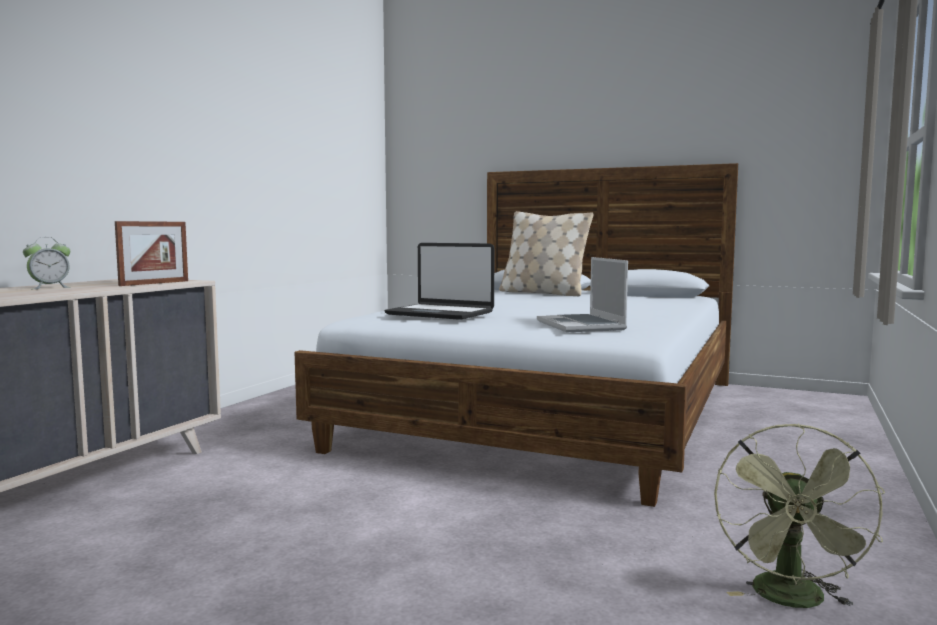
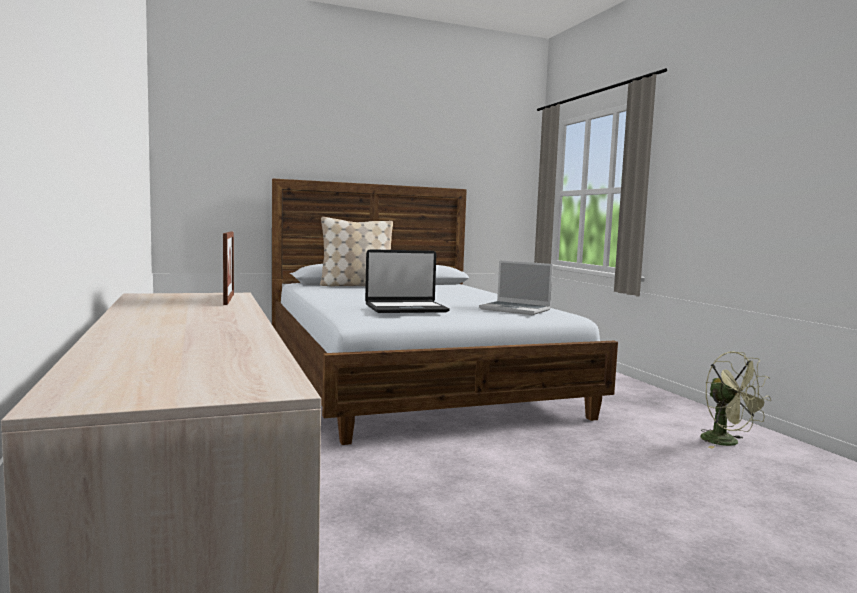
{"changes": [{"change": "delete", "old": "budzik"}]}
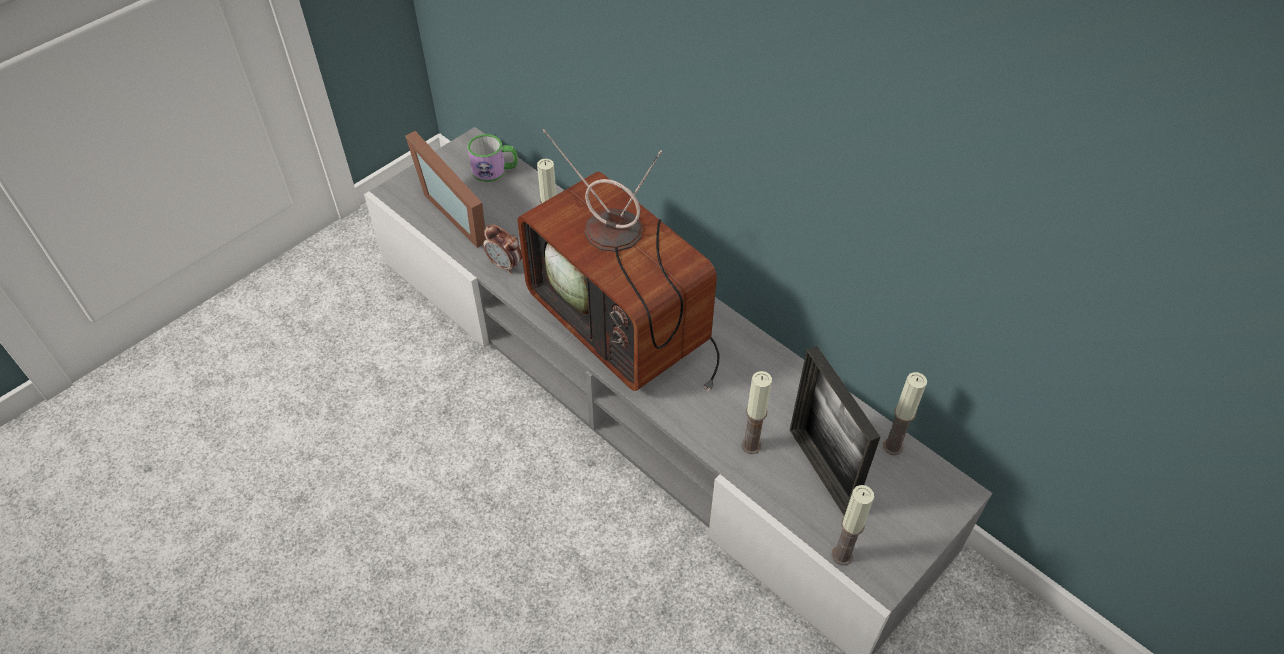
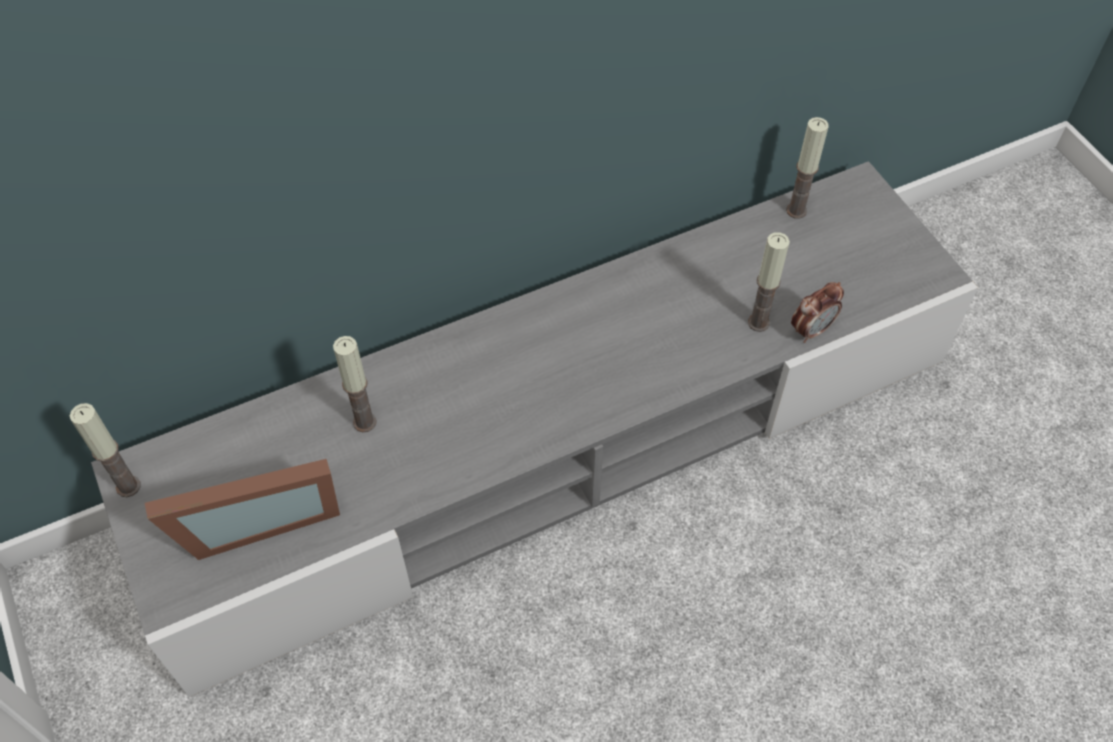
{"changes": [{"change": "move", "old": "świeca (3rd from left in the first image)", "new": "świeca (1st from left)"}, {"change": "move", "old": "budzik"}, {"change": "delete", "old": "kubek"}, {"change": "delete", "old": "telewizor"}, {"change": "delete", "old": "ramka na zdjęcie (2nd from left)"}]}
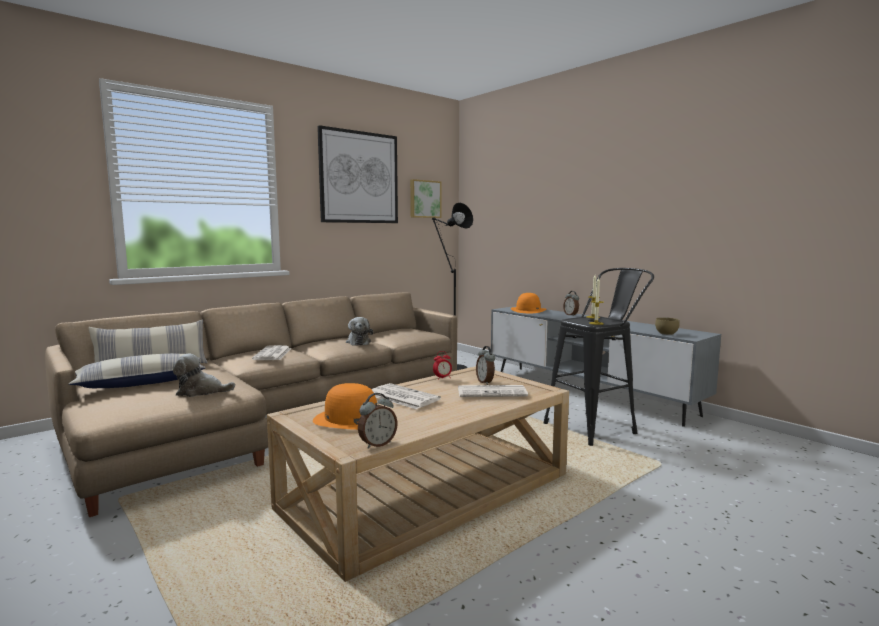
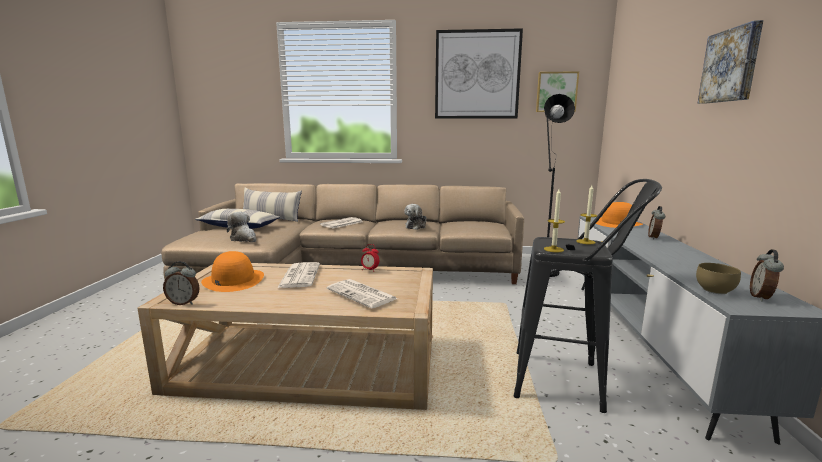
{"changes": [{"change": "insert", "new": "obraz (3rd from left)"}, {"change": "move", "old": "budzik (3rd from left in the first image)", "new": "budzik (4th from left)"}]}
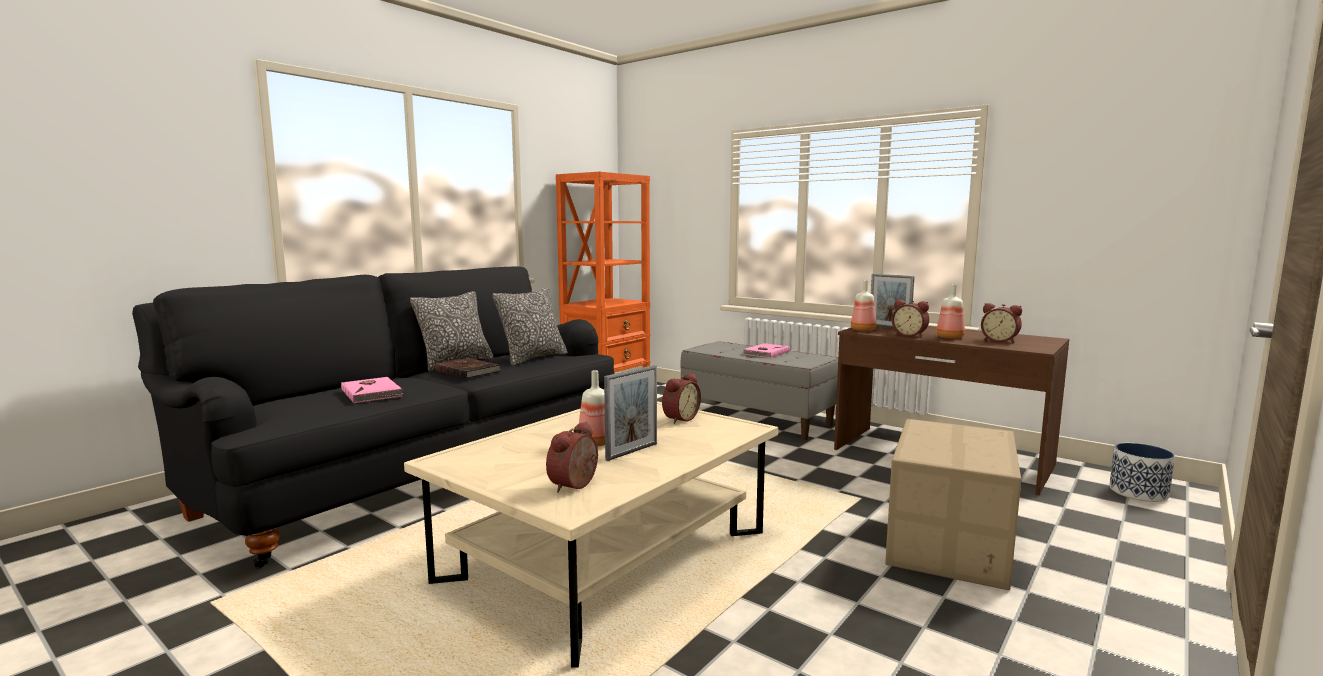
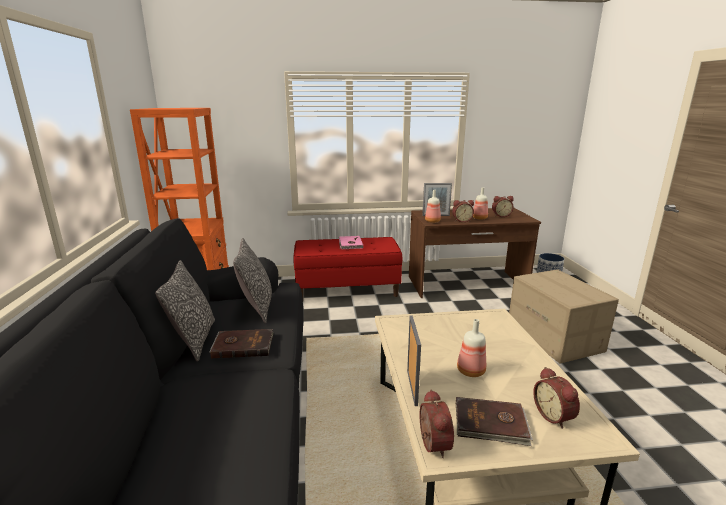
{"changes": [{"change": "recolor", "old": "ławka [szary]", "new": "ławka [czerwony]"}, {"change": "move", "old": "ramka na zdjęcie (1st from left)"}, {"change": "move", "old": "budzik (2nd from left in the first image)", "new": "budzik (1st from left)"}, {"change": "insert", "new": "książka [brązowy] (2nd from left)"}, {"change": "delete", "old": "książka [różowy] (1st from left)"}]}
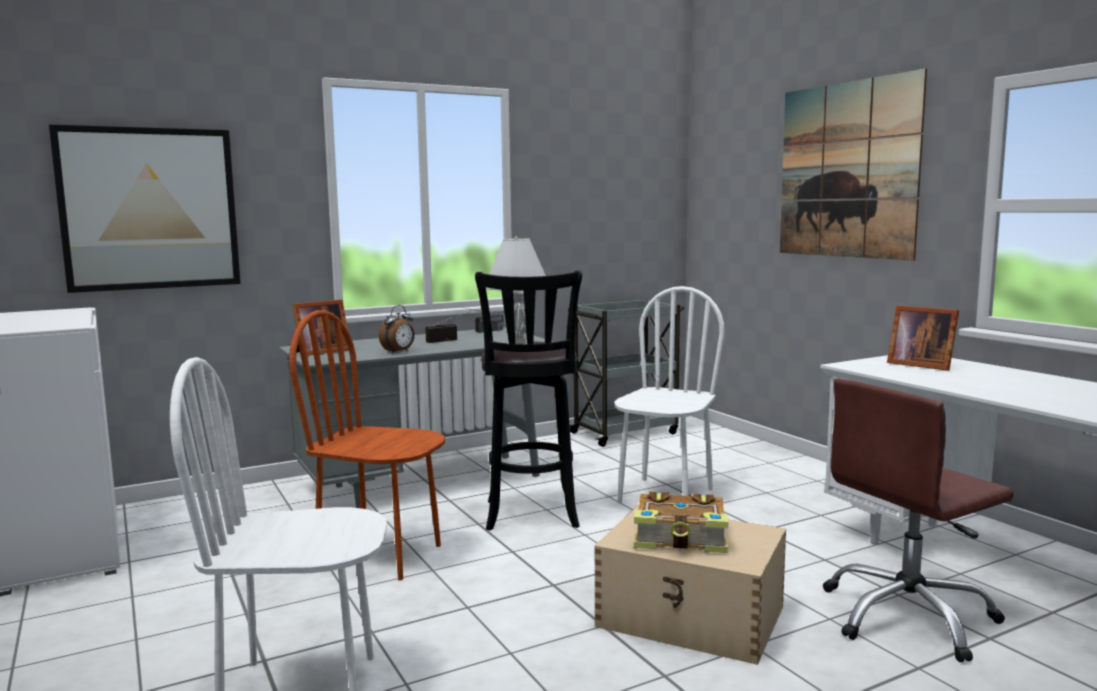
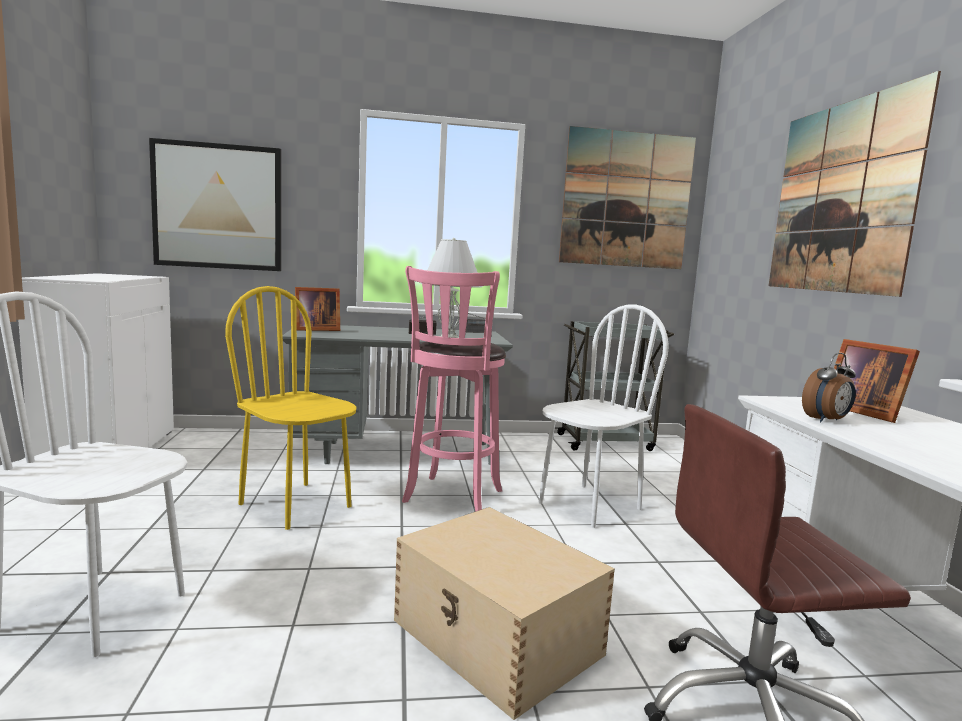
{"changes": [{"change": "recolor", "old": "krzesło [brązowy]", "new": "krzesło [żółty]"}, {"change": "recolor", "old": "stołek [czarny]", "new": "stołek [różowy]"}, {"change": "insert", "new": "obraz (2nd from left)"}, {"change": "move", "old": "budzik"}, {"change": "delete", "old": "książka"}]}
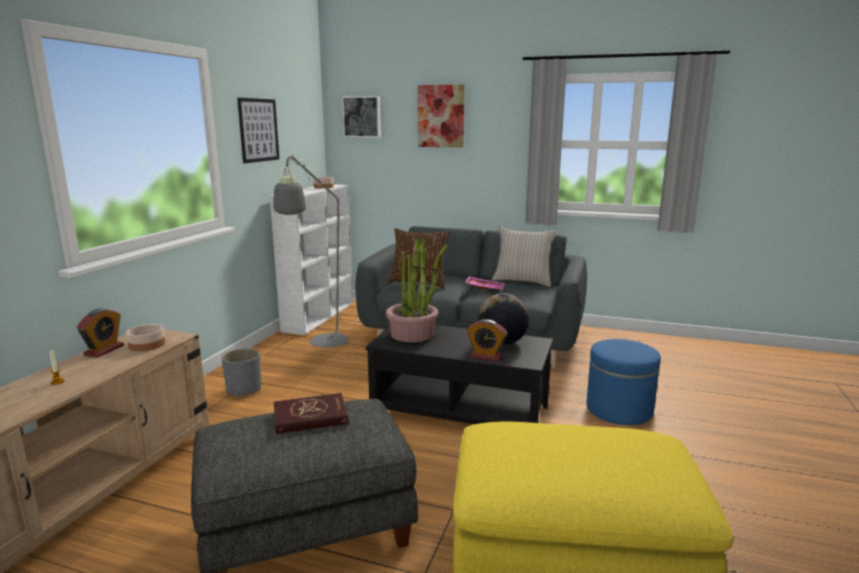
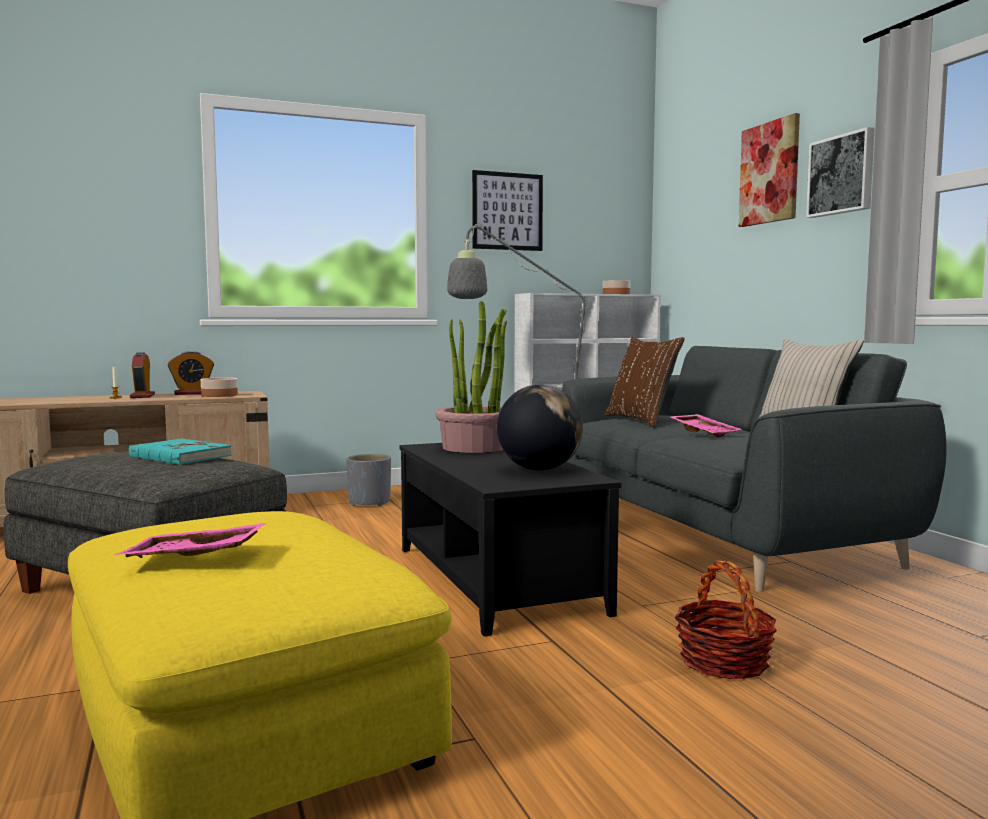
{"changes": [{"change": "insert", "new": "taca [różowy] (1st from left)"}, {"change": "recolor", "old": "książka [czerwony]", "new": "książka [turkusowy]"}, {"change": "move", "old": "budzik (2nd from left in the first image)", "new": "budzik (1st from left)"}, {"change": "replace", "old": "pufa [niebieski]", "new": "koszyk"}, {"change": "move", "old": "obraz (2nd from left in the first image)", "new": "obraz (3rd from left)"}]}
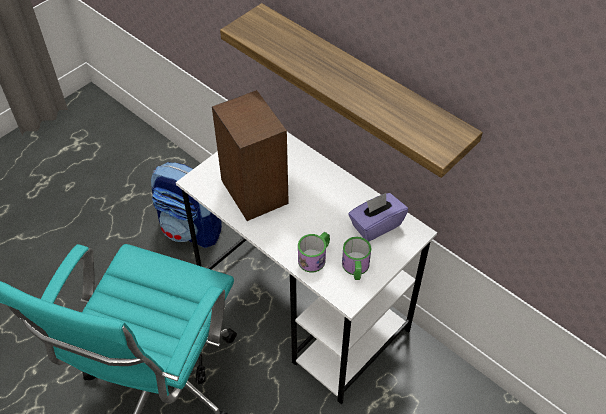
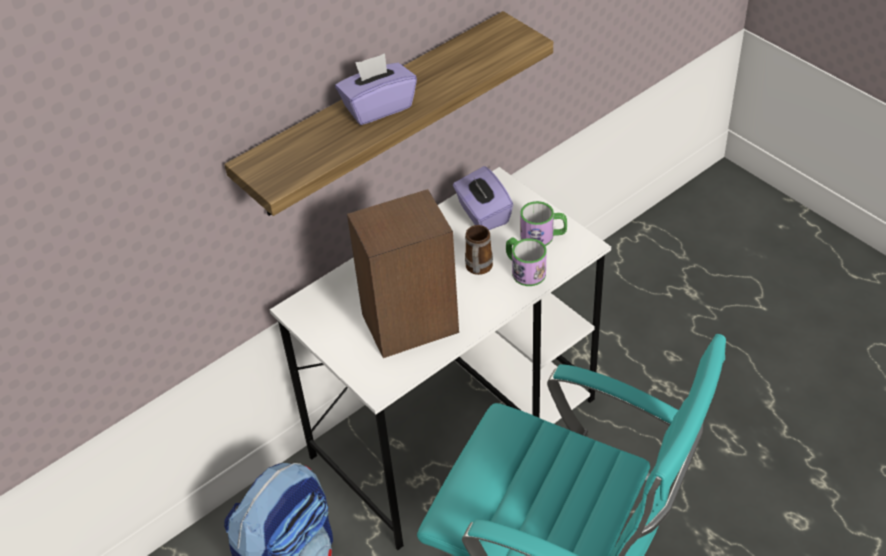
{"changes": [{"change": "insert", "new": "pudełko chusteczek [fioletowy] (1st from left)"}, {"change": "insert", "new": "kubek (1st from left)"}]}
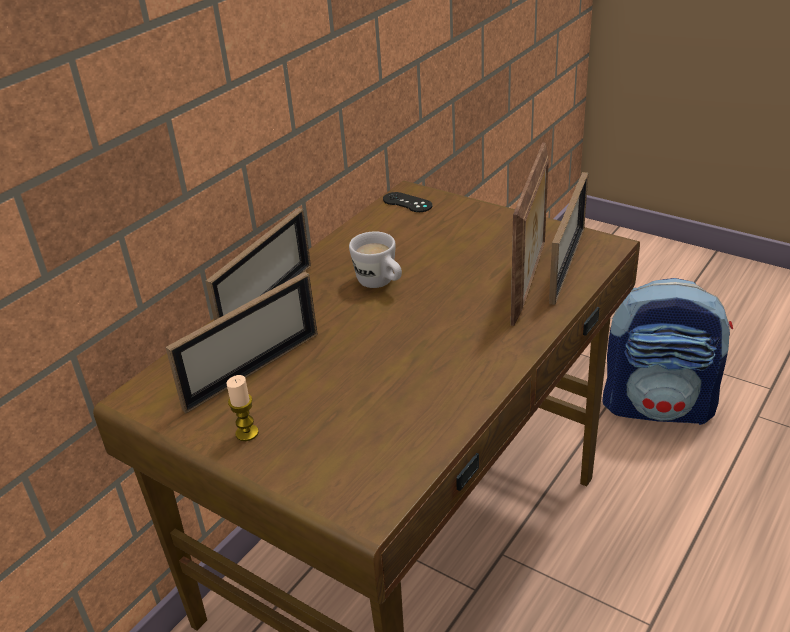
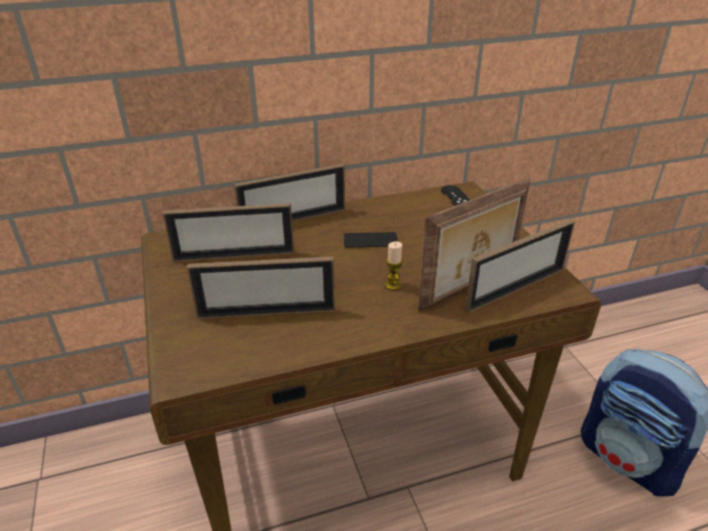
{"changes": [{"change": "insert", "new": "ramka na zdjęcie (2nd from left)"}, {"change": "replace", "old": "kubek [biały]", "new": "telefon"}, {"change": "move", "old": "świeca"}]}
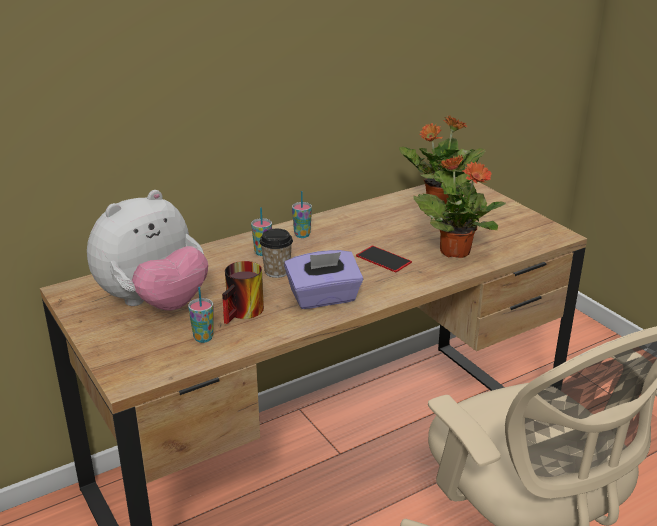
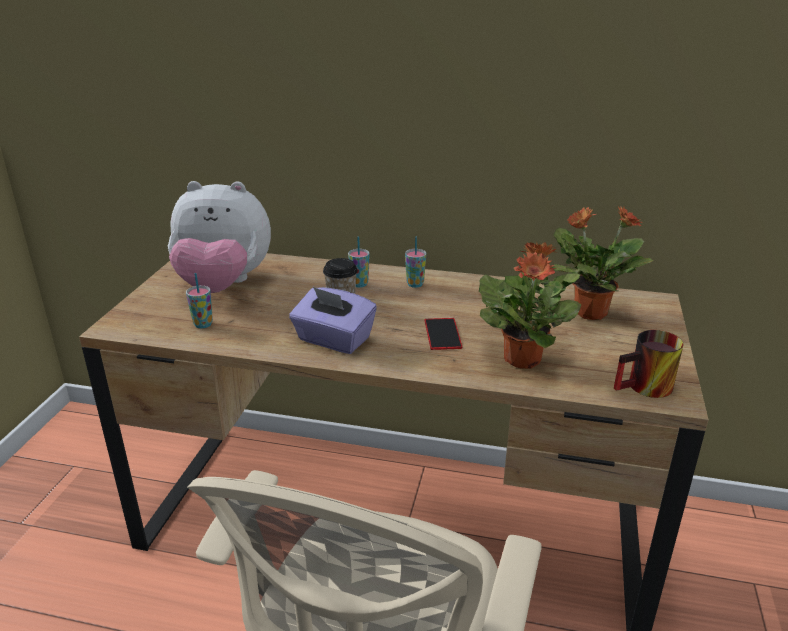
{"changes": [{"change": "move", "old": "kubek"}]}
